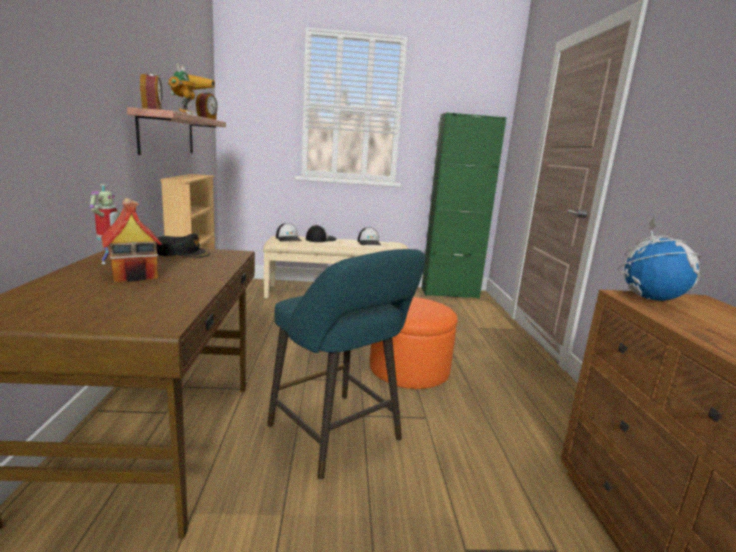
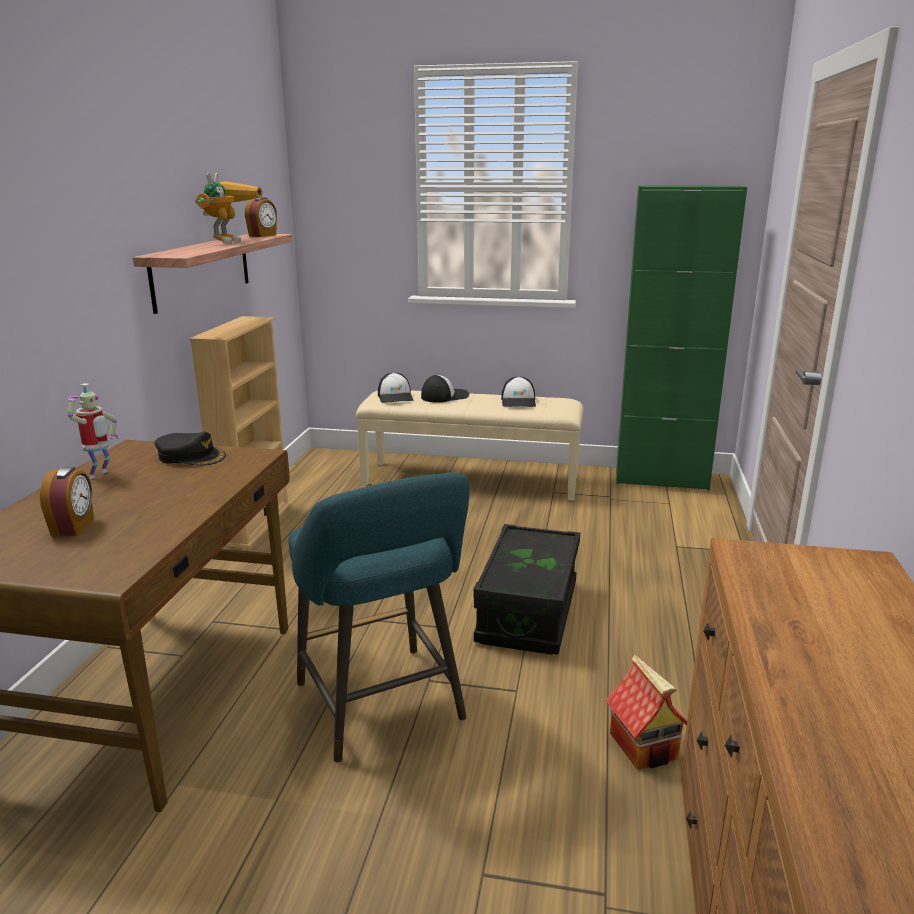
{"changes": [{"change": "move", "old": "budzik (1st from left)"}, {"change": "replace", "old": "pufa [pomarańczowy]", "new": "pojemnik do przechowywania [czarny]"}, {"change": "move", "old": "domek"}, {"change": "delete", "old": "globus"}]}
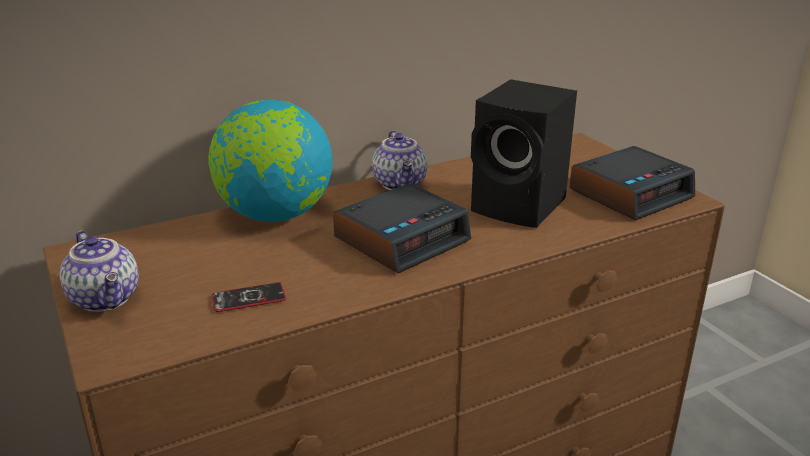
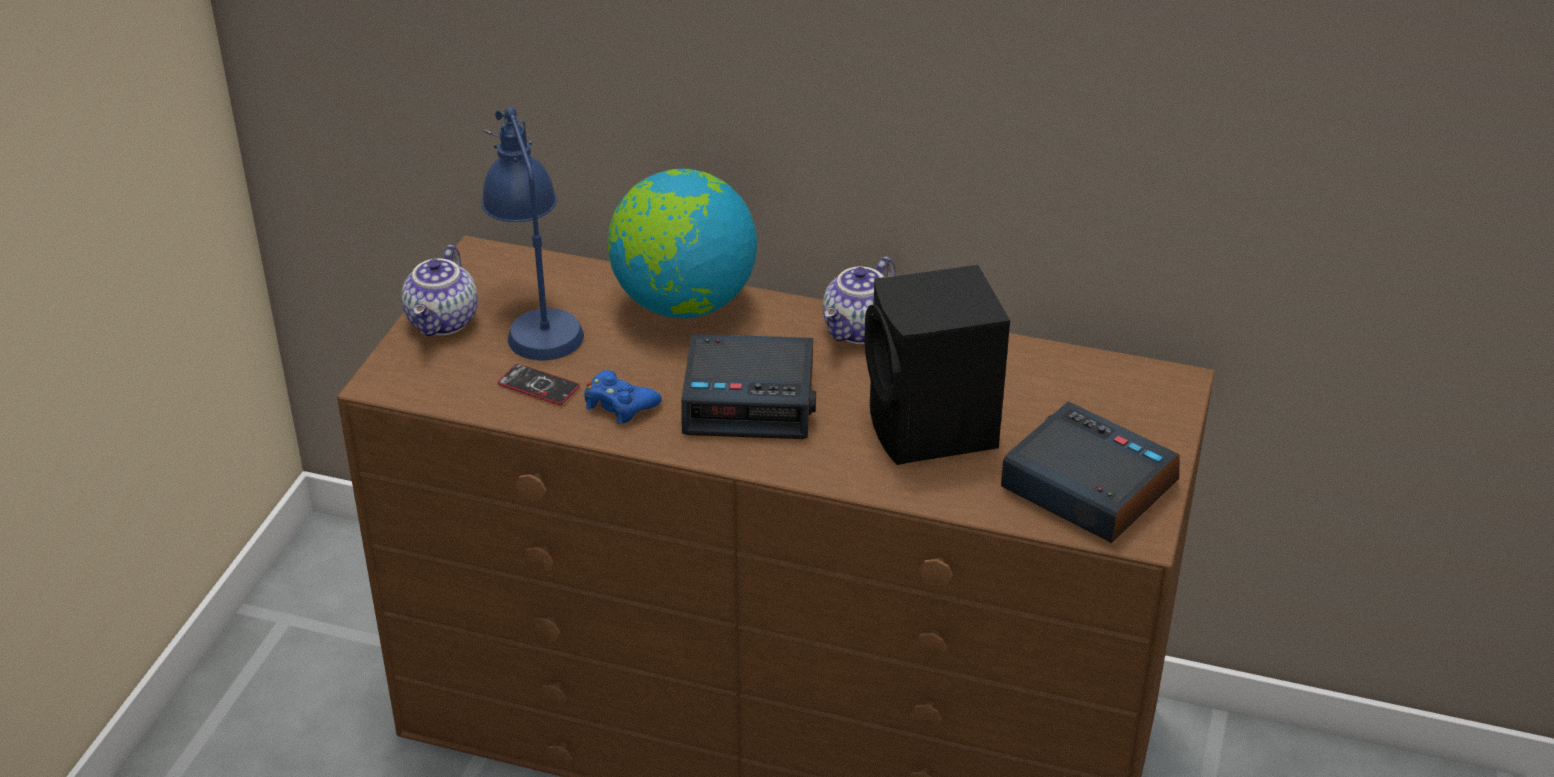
{"changes": [{"change": "insert", "new": "lampa stołowa [niebieski]"}, {"change": "insert", "new": "pad do gier [niebieski]"}, {"change": "rotate", "old": "budzik (2nd from left)", "degrees": -150}]}
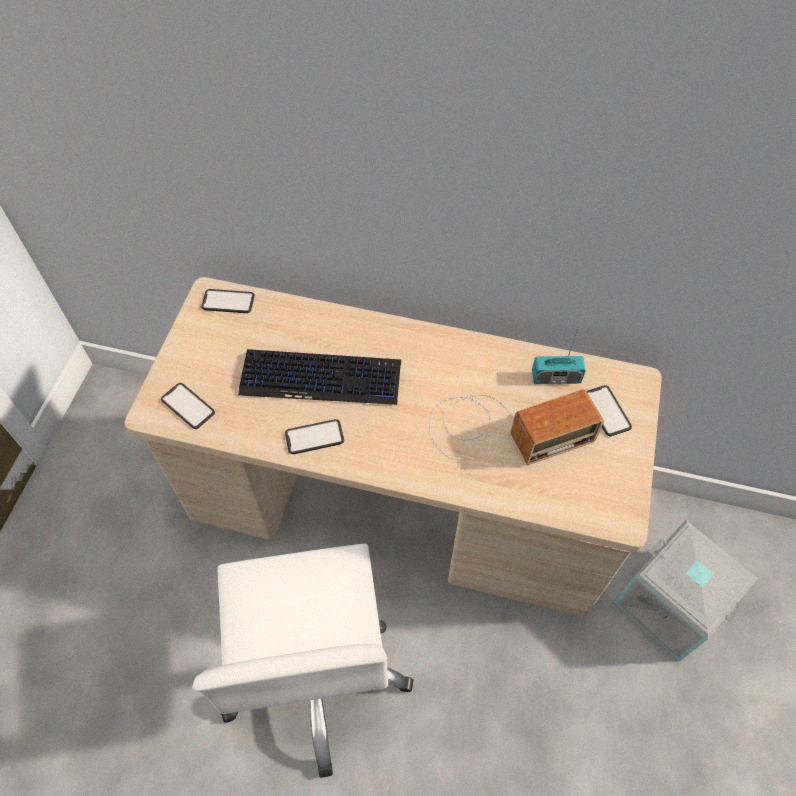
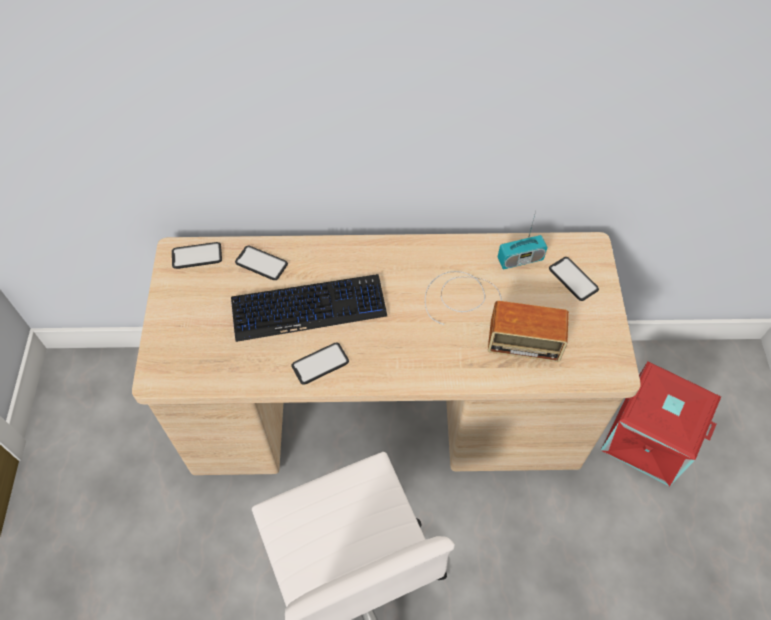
{"changes": [{"change": "move", "old": "telefon (1st from left in the first image)", "new": "telefon (2nd from left)"}, {"change": "rotate", "old": "radio (1st from left)", "degrees": 45}, {"change": "recolor", "old": "pojemnik do przechowywania [szary]", "new": "pojemnik do przechowywania [czerwony]"}]}
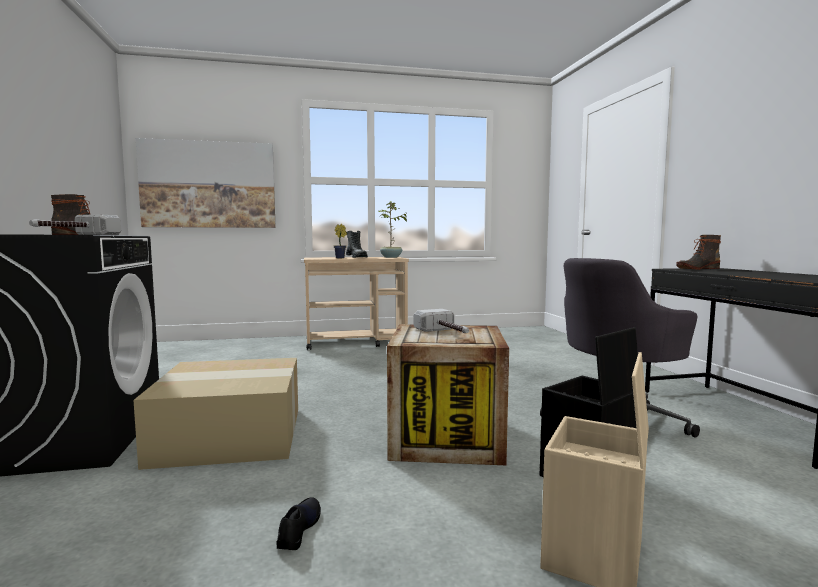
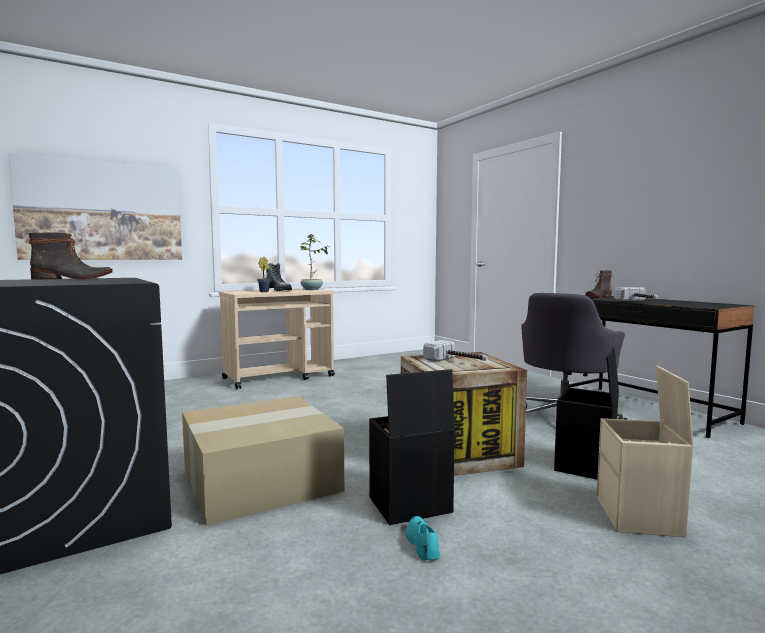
{"changes": [{"change": "insert", "new": "pojemnik do przechowywania [czarny] (1st from left)"}, {"change": "recolor", "old": "but [czarny]", "new": "but [turkusowy]"}, {"change": "move", "old": "młotek (1st from left in the first image)", "new": "młotek (2nd from left)"}]}
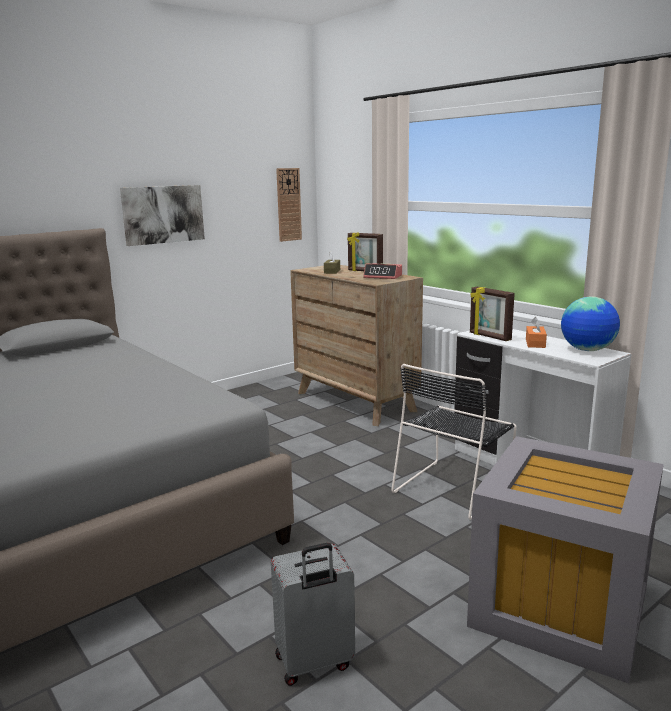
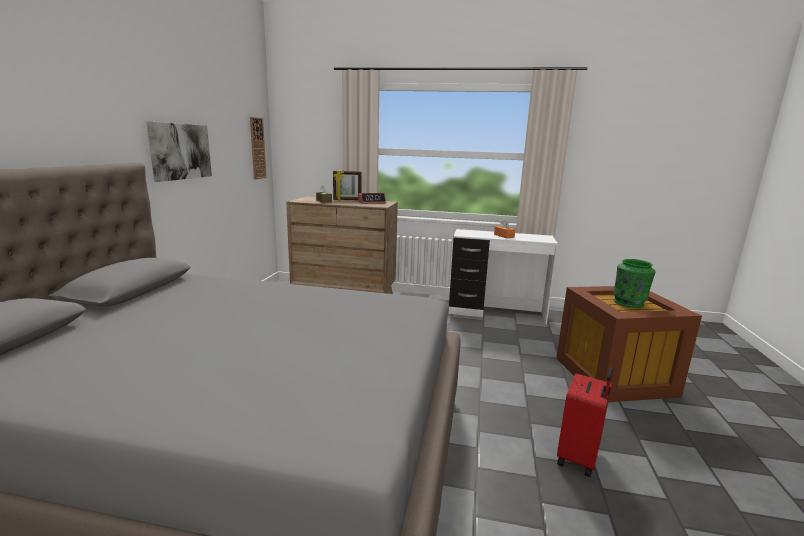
{"changes": [{"change": "recolor", "old": "pojemnik do przechowywania [szary]", "new": "pojemnik do przechowywania [brązowy]"}, {"change": "recolor", "old": "walizka [szary]", "new": "walizka [czerwony]"}, {"change": "insert", "new": "wazon [zielony]"}, {"change": "delete", "old": "krzesło [czarny]"}, {"change": "delete", "old": "ramka na zdjęcie (2nd from left)"}, {"change": "delete", "old": "globus"}]}
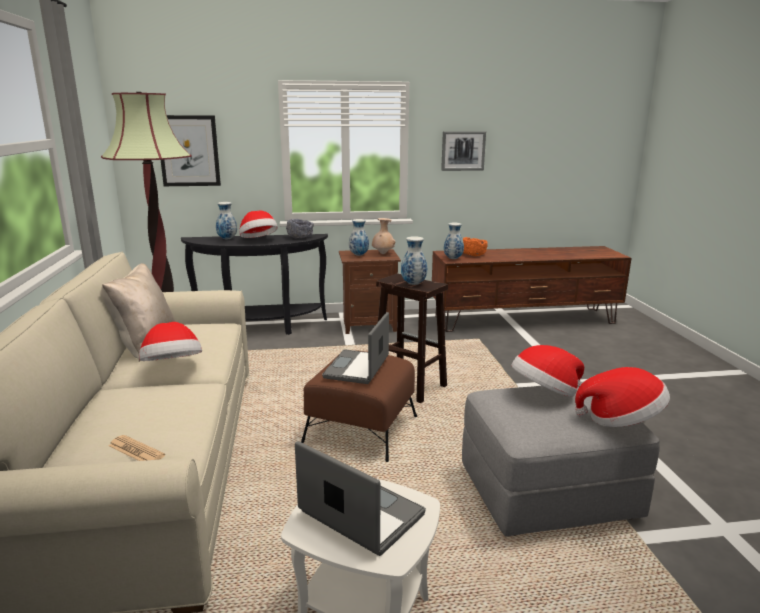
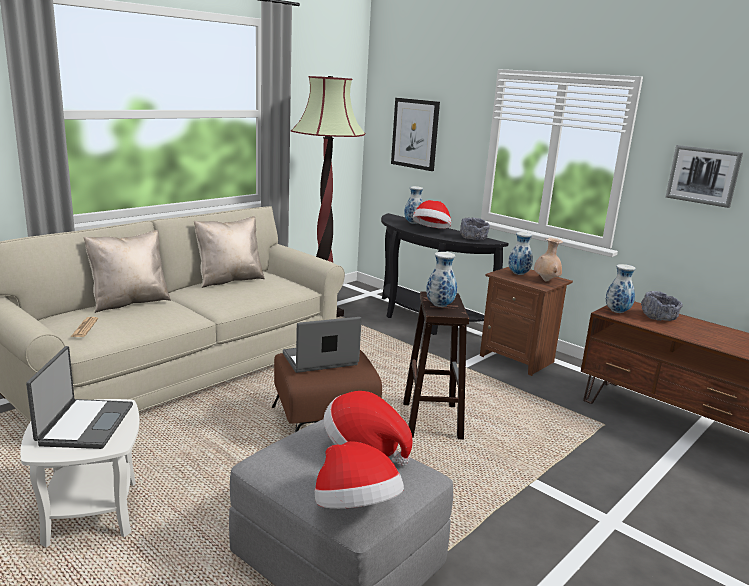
{"changes": [{"change": "insert", "new": "poduszka [beżowy] (1st from left)"}, {"change": "recolor", "old": "miska [pomarańczowy]", "new": "miska [szary] (2nd from left)"}, {"change": "delete", "old": "kapelusz (1st from left)"}]}
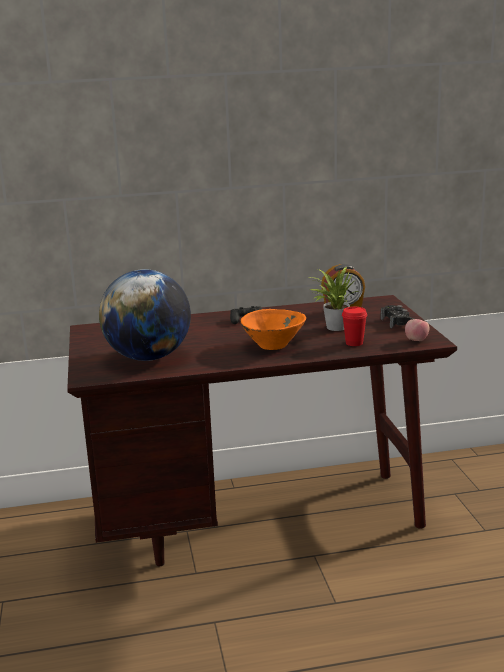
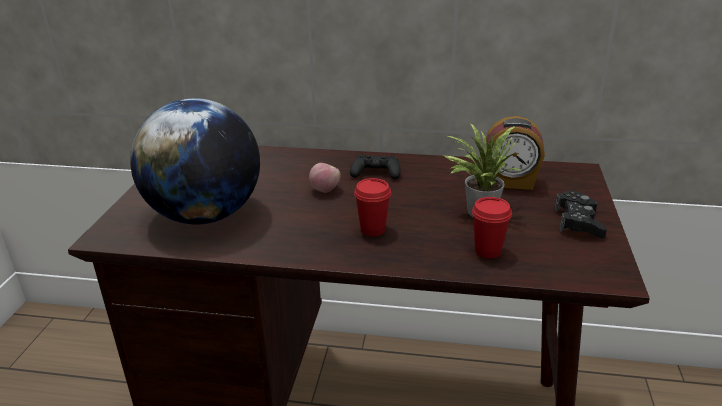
{"changes": [{"change": "move", "old": "jabłko"}, {"change": "replace", "old": "miska [pomarańczowy]", "new": "filiżanka [czerwony] (1st from left)"}]}
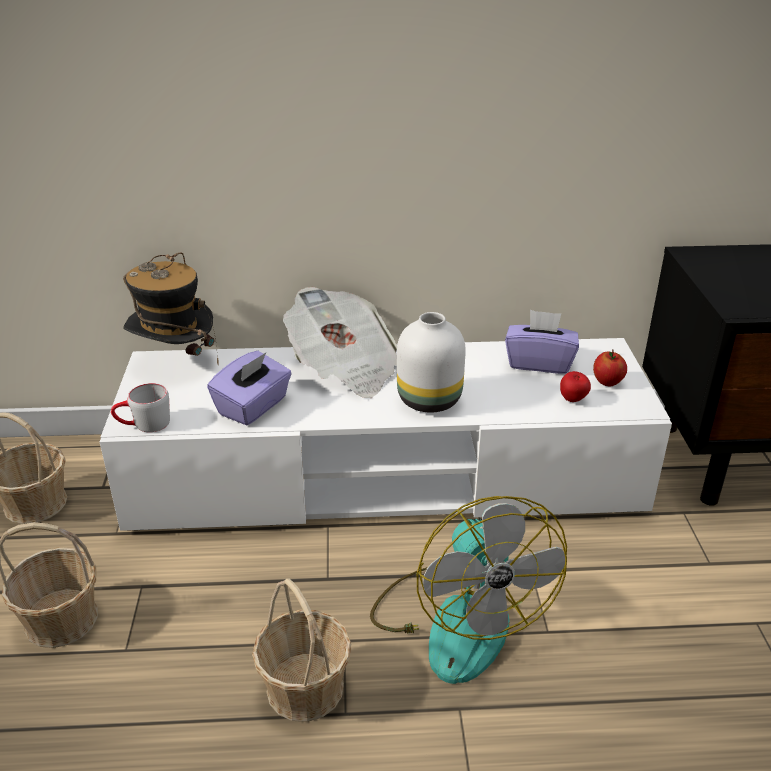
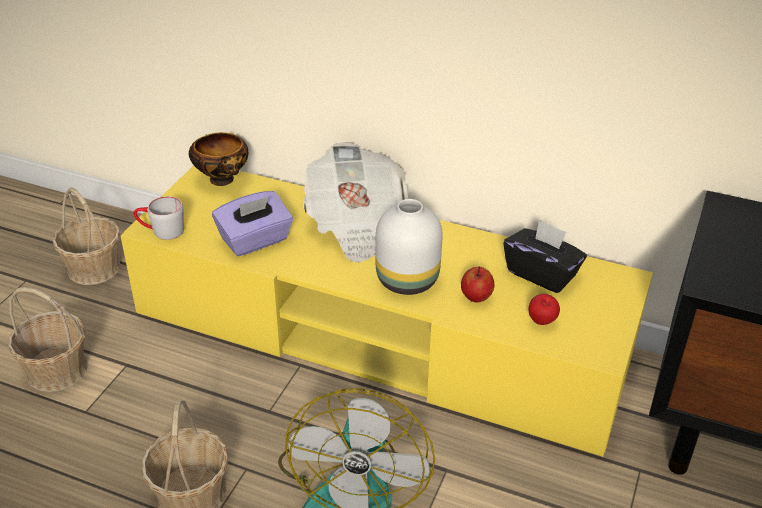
{"changes": [{"change": "recolor", "old": "szafka pod telewizor [biały]", "new": "szafka pod telewizor [żółty]"}, {"change": "replace", "old": "kapelusz", "new": "miska"}, {"change": "move", "old": "jabłko (2nd from left in the first image)", "new": "jabłko (1st from left)"}, {"change": "recolor", "old": "pudełko chusteczek [fioletowy] (2nd from left)", "new": "pudełko chusteczek [czarny]"}]}
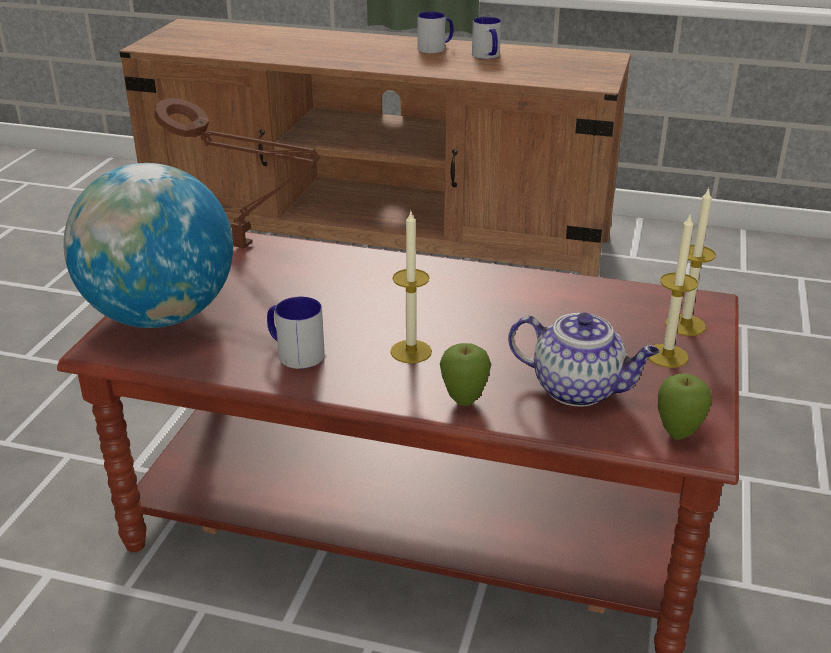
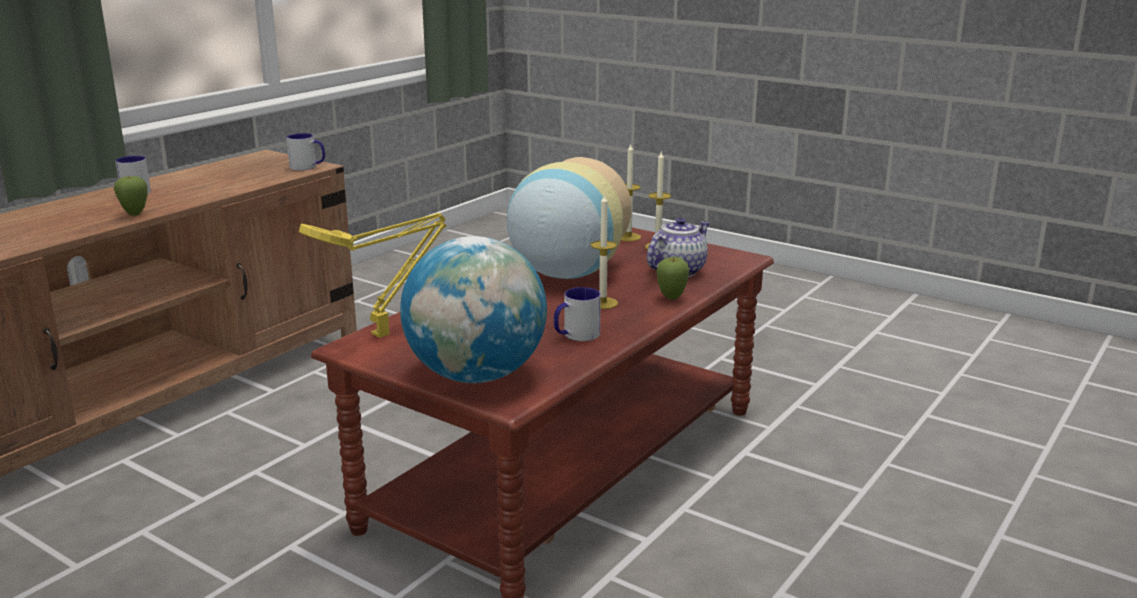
{"changes": [{"change": "move", "old": "jabłko (2nd from left in the first image)", "new": "jabłko (1st from left)"}, {"change": "move", "old": "kubek (3rd from left in the first image)", "new": "kubek (2nd from left)"}, {"change": "recolor", "old": "lampa stołowa [brązowy]", "new": "lampa stołowa [żółty]"}, {"change": "insert", "new": "wazon"}]}
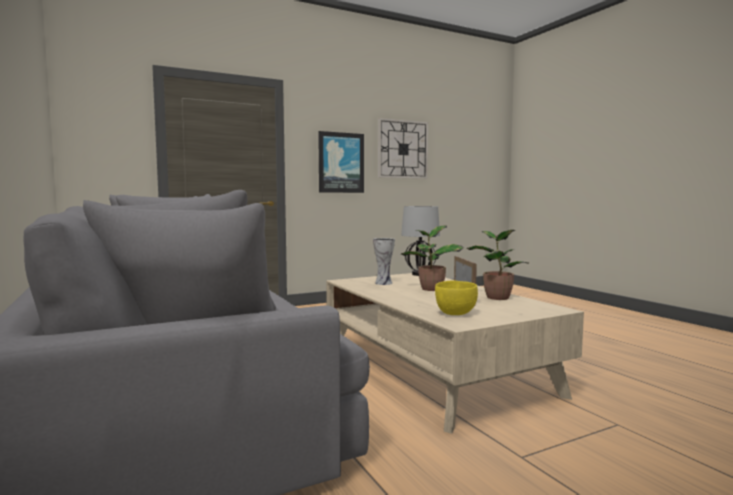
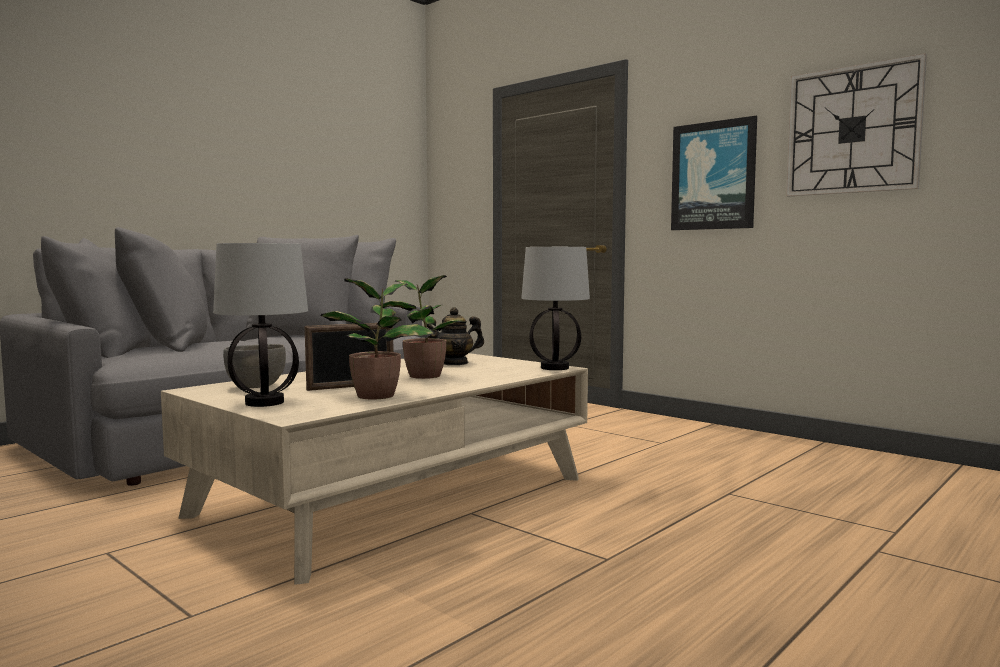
{"changes": [{"change": "insert", "new": "lampa stołowa (1st from left)"}, {"change": "recolor", "old": "miska [żółty]", "new": "miska [szary]"}, {"change": "replace", "old": "wazon", "new": "imbryk"}]}
